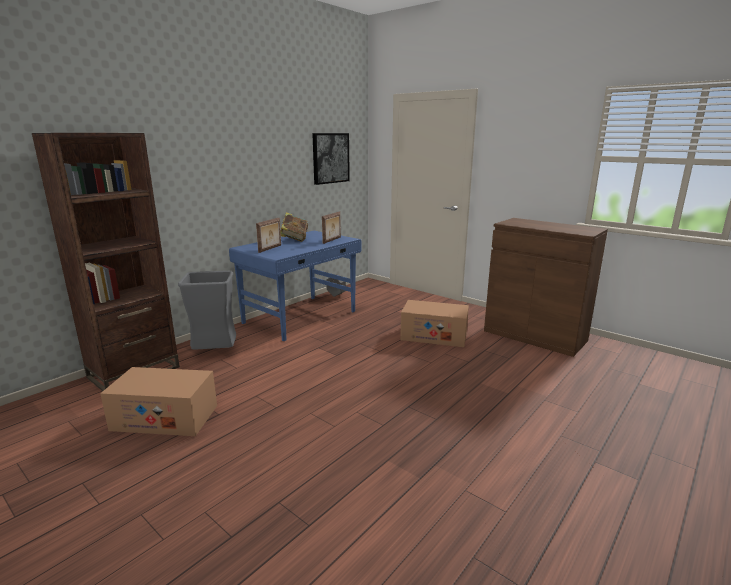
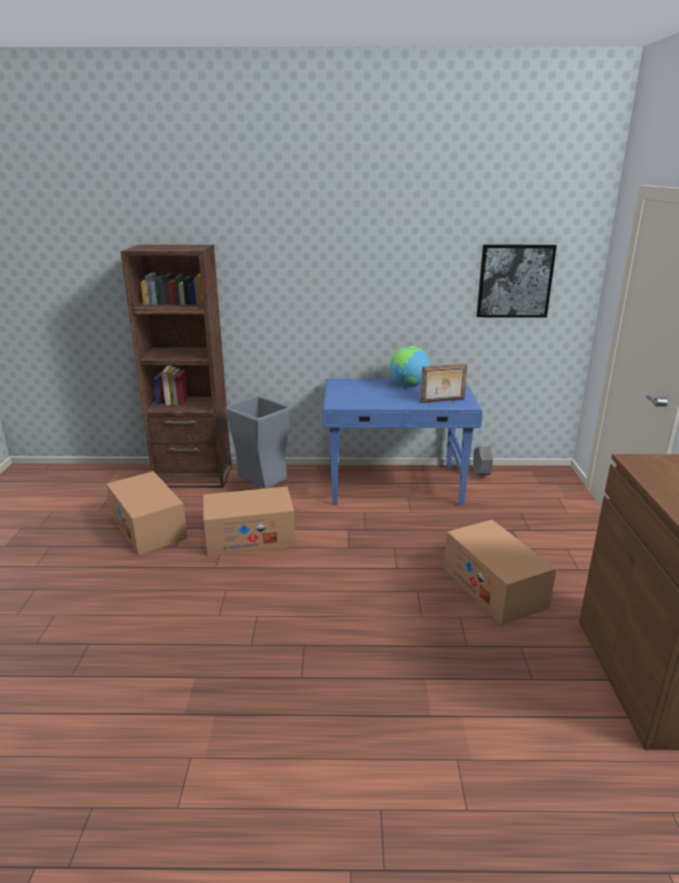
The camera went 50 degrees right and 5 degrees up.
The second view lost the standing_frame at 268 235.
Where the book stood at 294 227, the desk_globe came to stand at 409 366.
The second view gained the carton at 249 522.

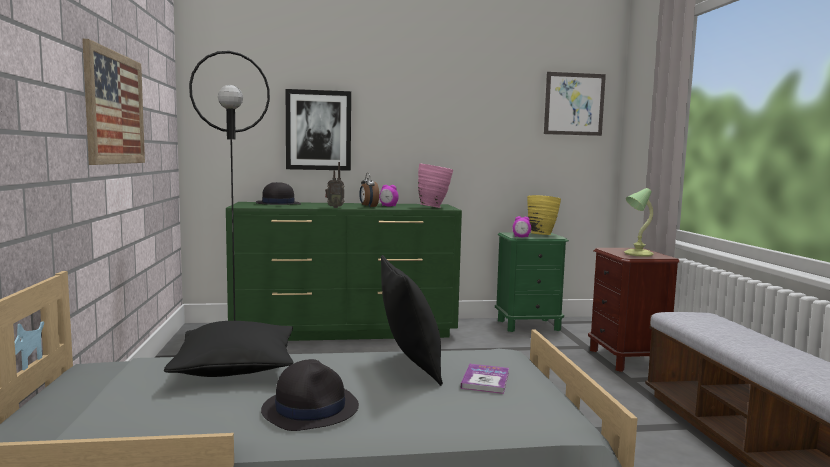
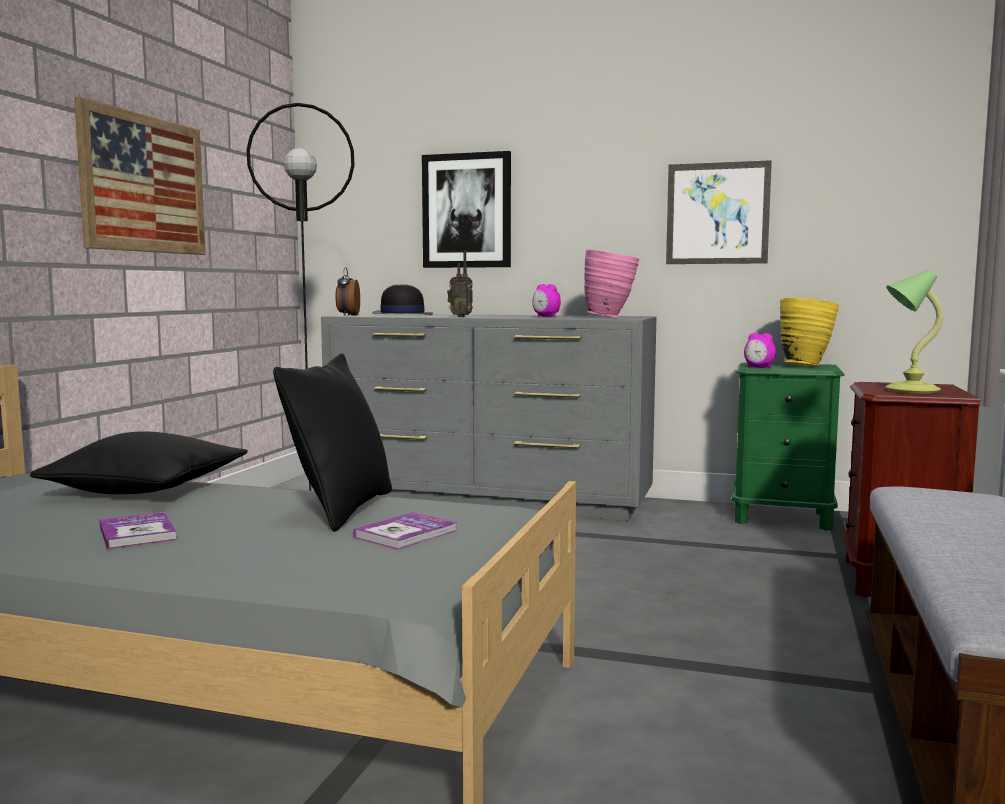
The camera went 25 degrees right and 0 degrees up.
What was the green_drawer_chest at 344 271 turned into the grey_drawer_chest at 489 417.
Where the black-coloured_wearable_hat stood at 310 395, the book came to stand at 138 530.
The bedside_clock ended up elsewhere, having gone from 369 190 to 347 291.
The picture ended up elsewhere, having gone from 575 104 to 719 212.

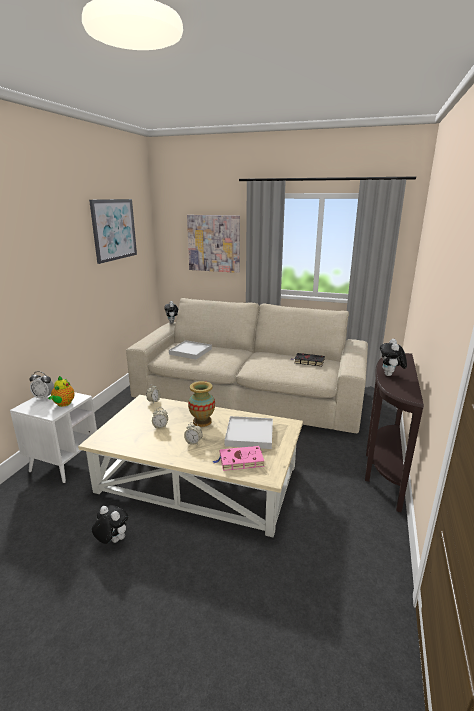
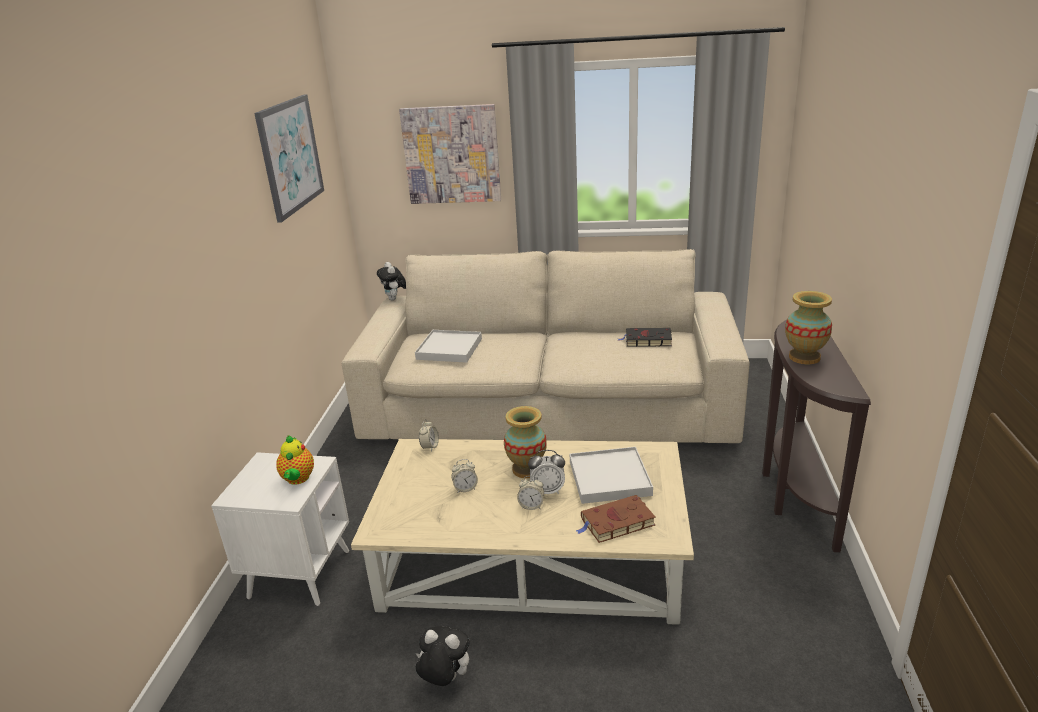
The camera went 10 degrees left and 5 degrees up.
The bedside_clock ended up elsewhere, having gone from 41 385 to 546 472.
What was the pink-coloured_book at 238 458 turned into the brownish_book at 616 519.
Where the plush_toy stood at 393 357, the decorative_vase came to stand at 808 327.

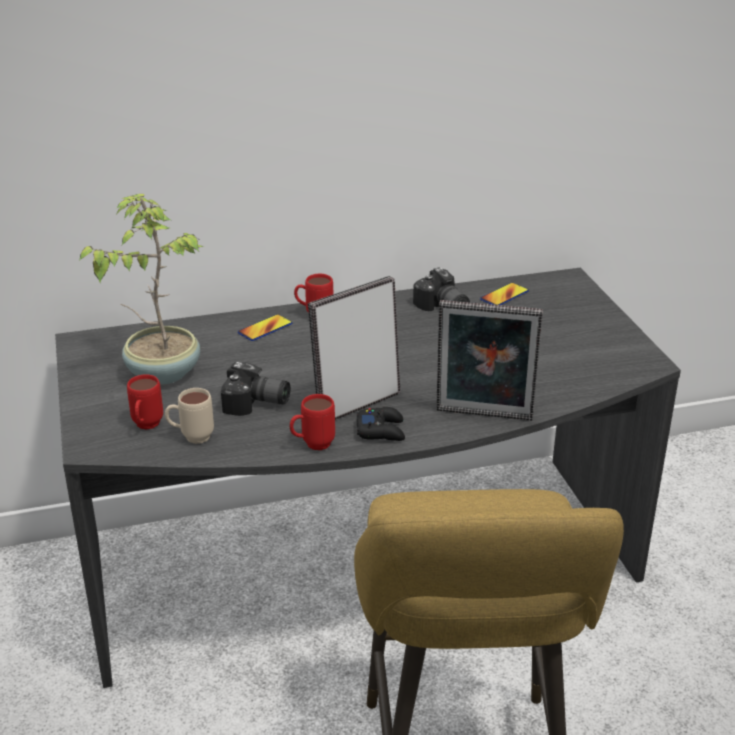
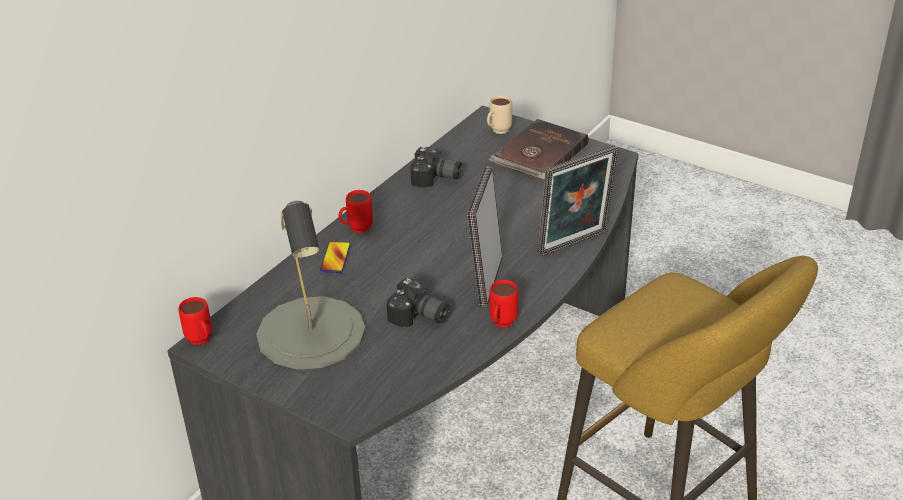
The camera went 40 degrees left and 5 degrees up.
Where the plant_in_a_pot stood at 141 289, the grey_table_lamp came to stand at 310 285.
The reddish_mug ended up elsewhere, having gone from 145 402 to 195 321.
The beige-coloured_mug ended up elsewhere, having gone from 189 416 to 499 114.
The still_camera at 255 389 ended up facing another way, 60 degrees clockwise from before.
The second view lost the black-coloured_gamepad at 381 424.
The second view lost the telephone at 504 293.
The second view gained the brownish_book at 539 150.

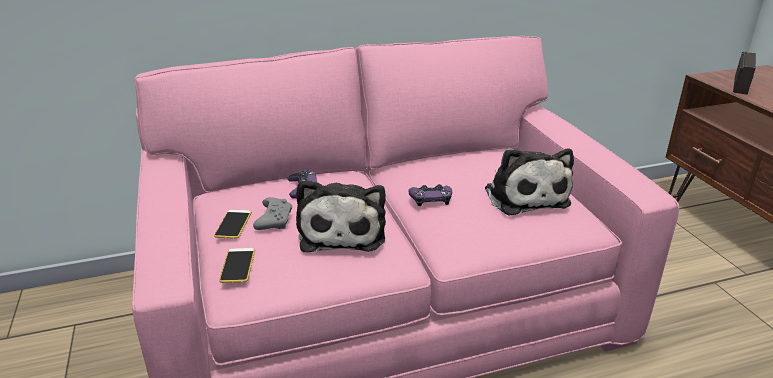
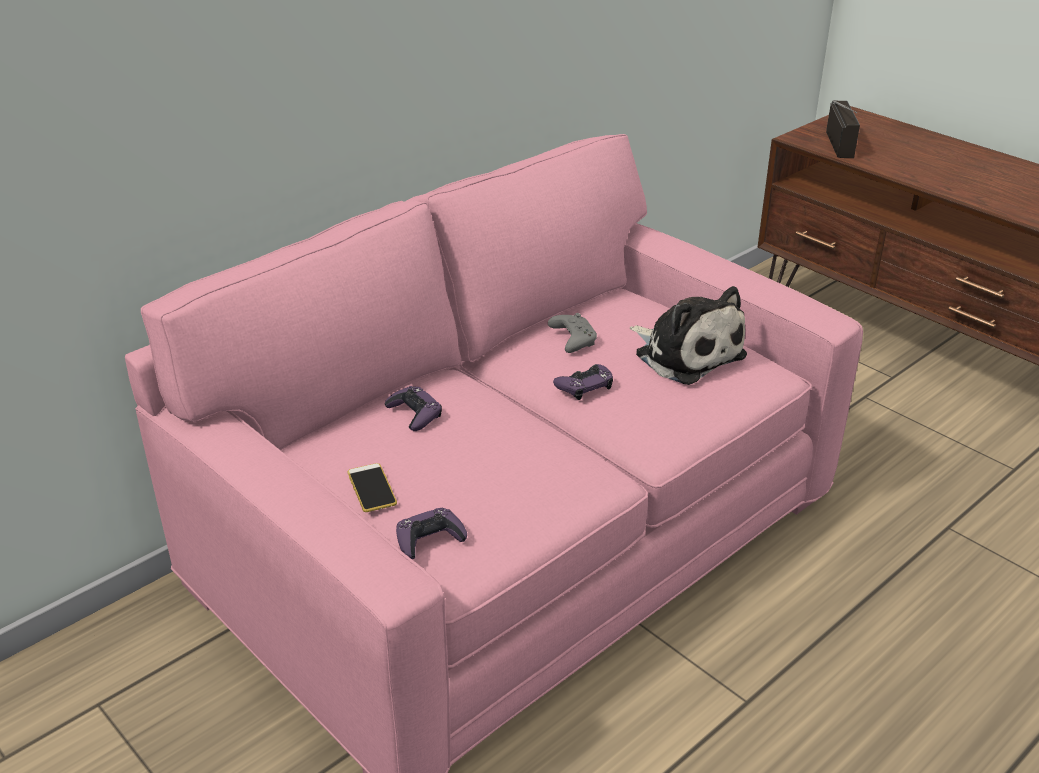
The camera went 25 degrees left and 5 degrees up.
Where the telephone stood at 237 265, the purple-coloured_gamepad came to stand at 431 534.
The grey_gamepad ended up elsewhere, having gone from 272 213 to 572 333.
The second view lost the plush_toy at 341 215.

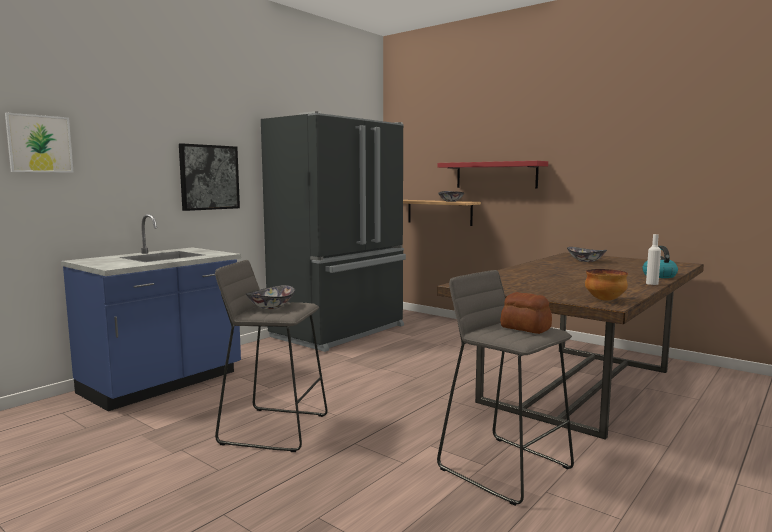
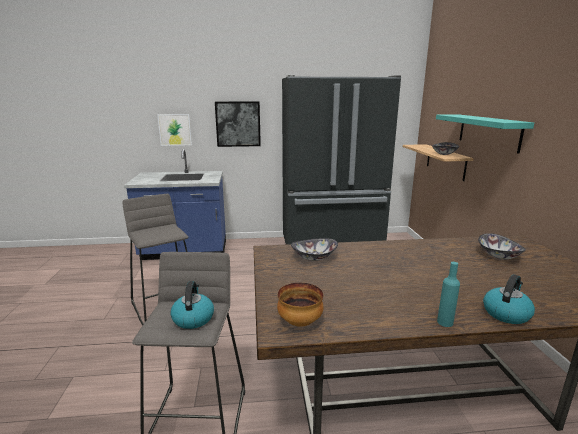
The camera went 45 degrees right and 10 degrees up.
The picture ended up elsewhere, having gone from 39 142 to 174 130.
The serving_bowl ended up elsewhere, having gone from 270 297 to 314 249.
What was the reddish_bracket_shelf at 492 175 turned into the blue-green_bracket_shelf at 485 134.
Where the baked_bread stood at 526 313, the tea_kettle came to stand at 192 305.
What was the whitish_drink_bottle at 653 259 turned into the blue-green_drink_bottle at 448 294.

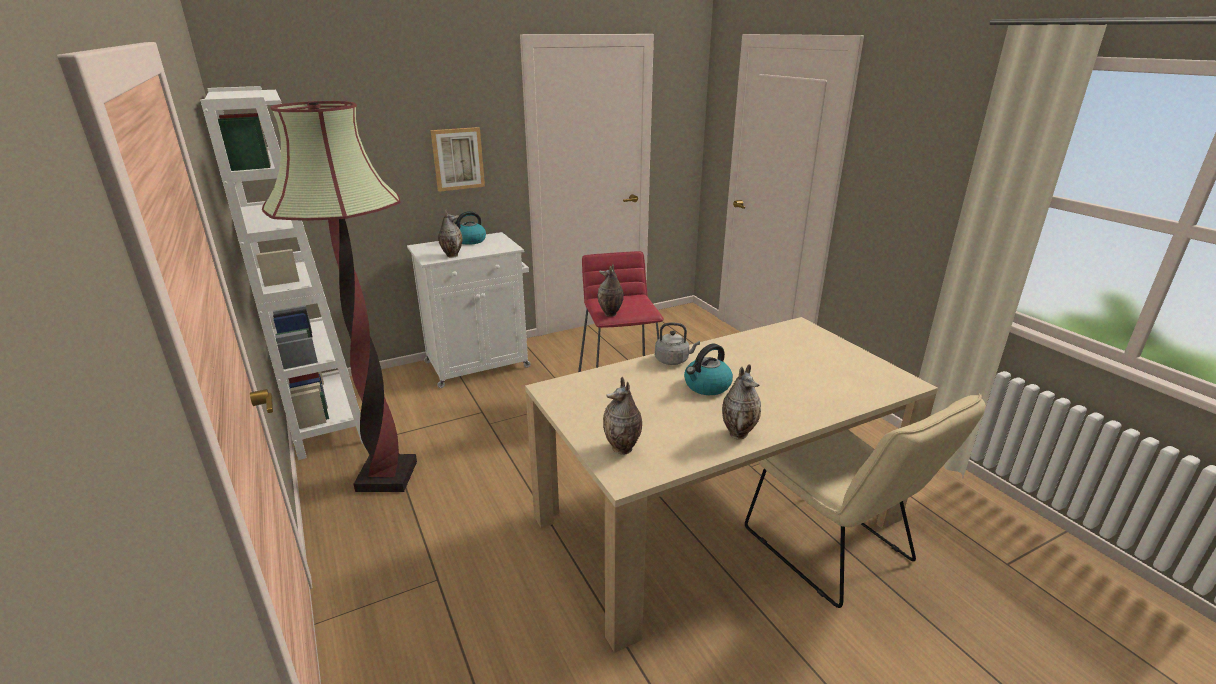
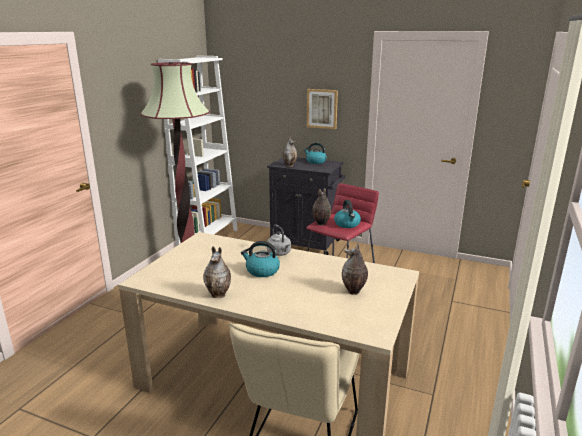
The camera went 50 degrees right and 5 degrees down.
What was the whitish_storage_cabinet at 469 310 turned into the black-coloured_storage_cabinet at 306 206.
The decorative_vase ended up elsewhere, having gone from 622 416 to 355 269.
The second view gained the tea_kettle at 347 214.

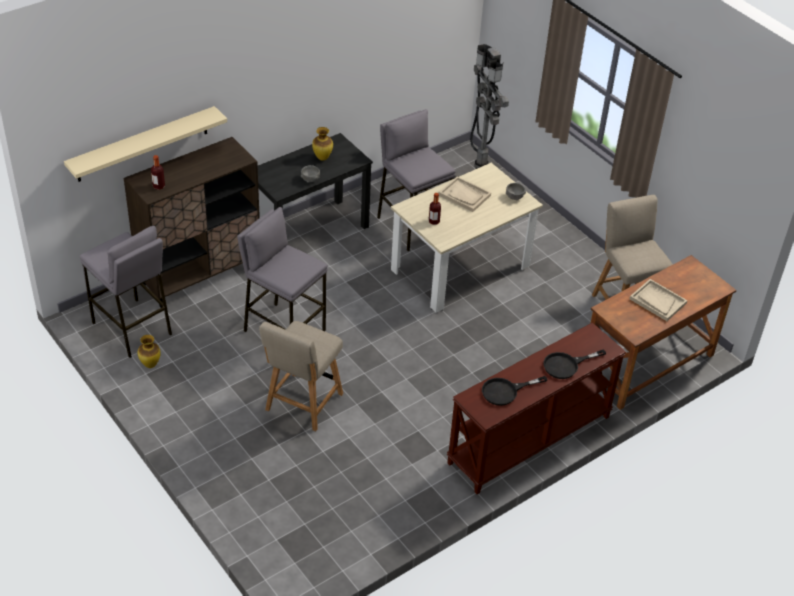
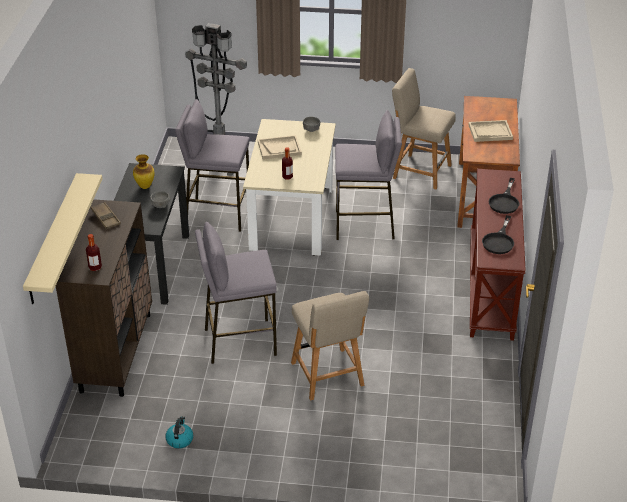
The camera went 45 degrees left and 5 degrees down.
The grey_sitting_stool ended up elsewhere, having gone from 126 292 to 368 175.
Where the decorative_vase stood at 149 351, the tea_kettle came to stand at 179 432.
The second view gained the brownish_serving_tray at 106 215.

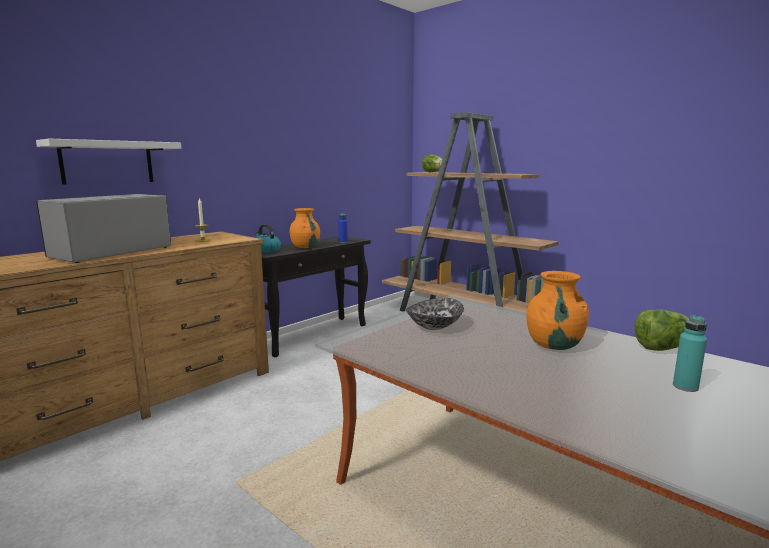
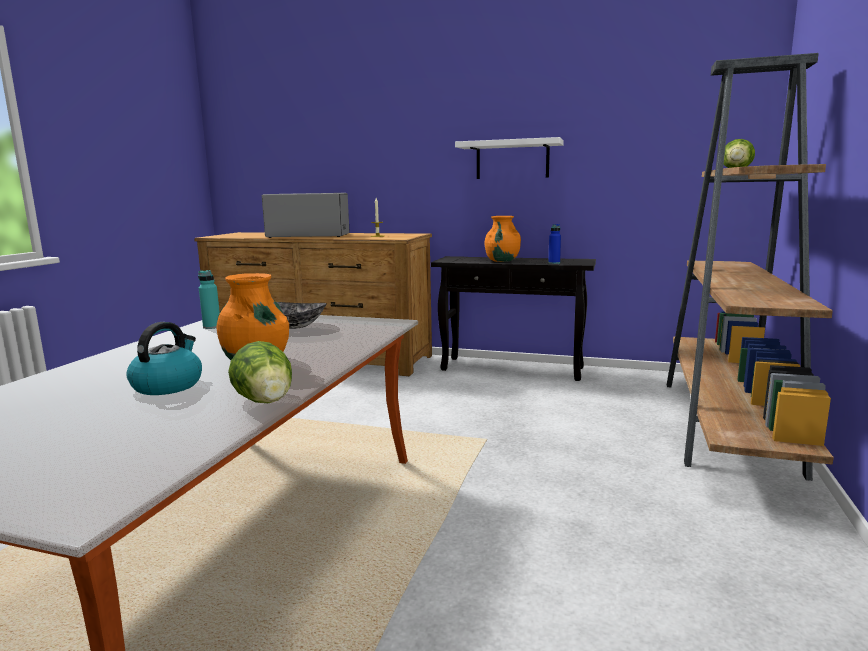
The camera went 65 degrees right and 0 degrees up.
The whitish_bracket_shelf ended up elsewhere, having gone from 108 162 to 509 158.
The tea_kettle ended up elsewhere, having gone from 268 238 to 164 358.
The blue-green_drink_bottle ended up elsewhere, having gone from 690 353 to 209 299.

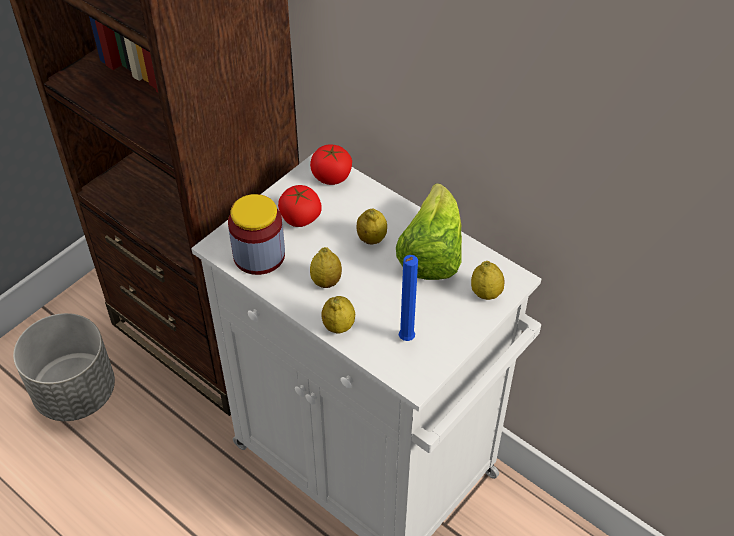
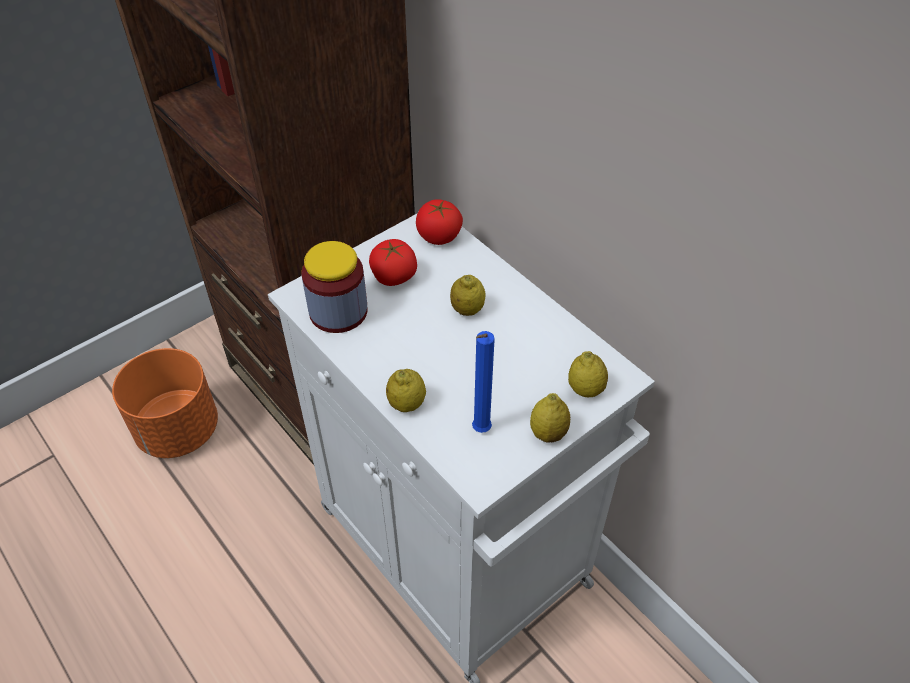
The camera went 10 degrees right and 0 degrees up.
What was the grey_planter at 64 367 turned into the orange-coloured_planter at 165 403.
The citrus_fruit ended up elsewhere, having gone from 326 267 to 550 417.
The second view lost the lettuce at 429 231.

